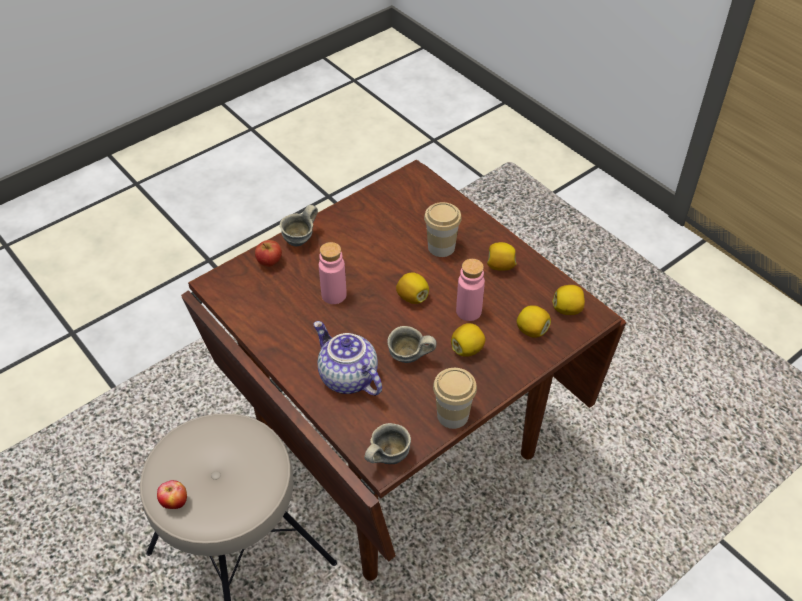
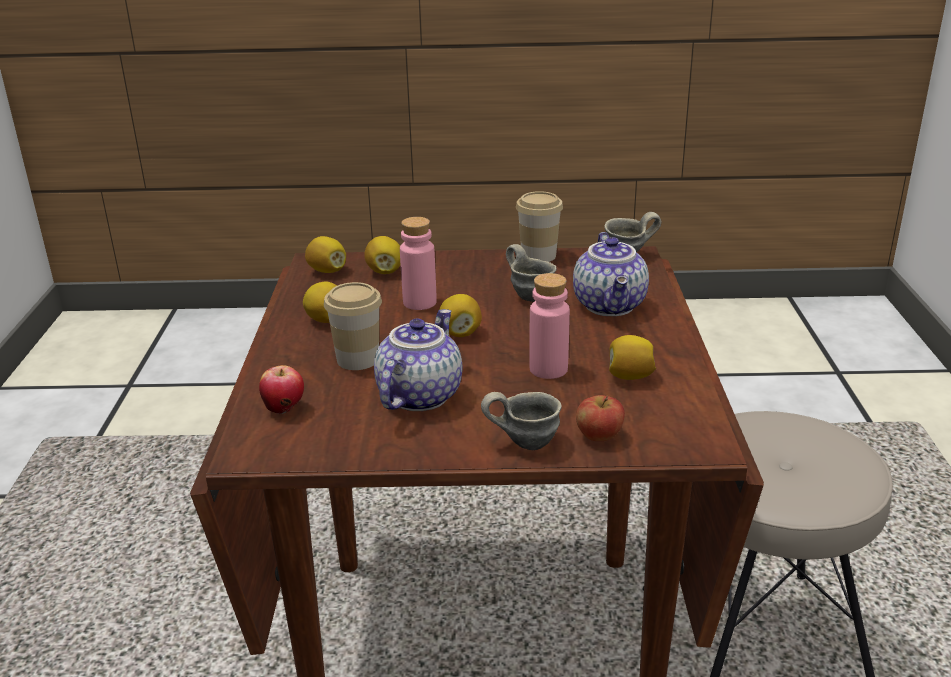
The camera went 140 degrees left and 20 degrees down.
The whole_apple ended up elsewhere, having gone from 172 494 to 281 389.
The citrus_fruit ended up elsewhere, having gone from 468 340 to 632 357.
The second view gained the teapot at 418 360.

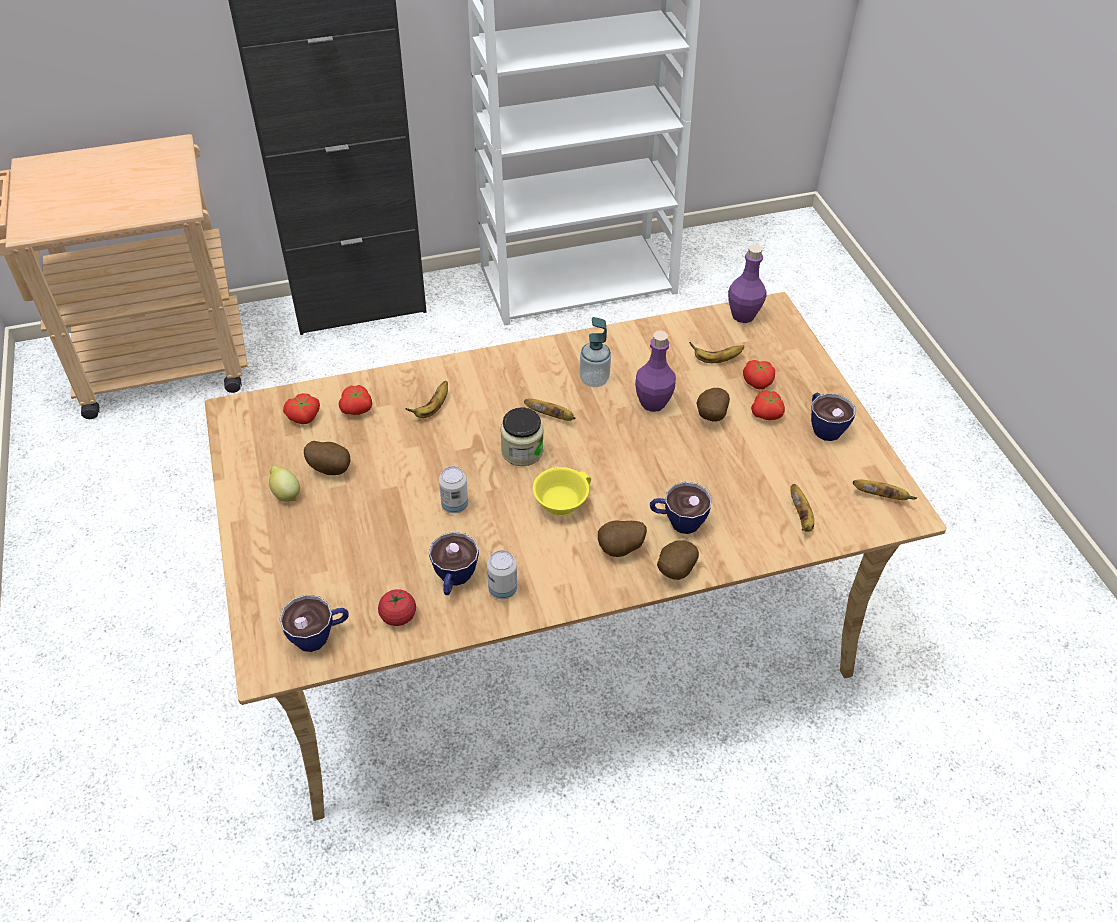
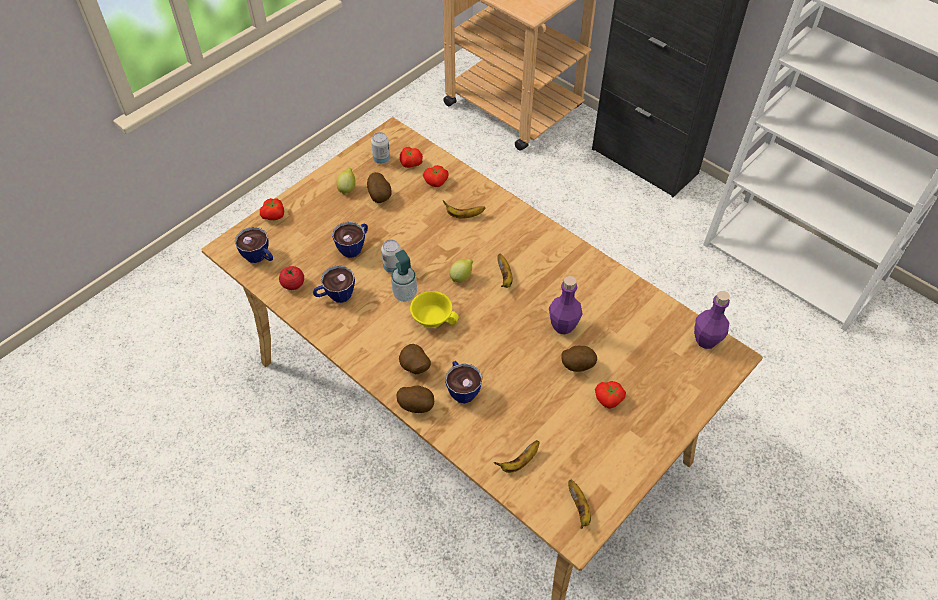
The camera went 60 degrees right and 5 degrees up.
The sealed_can ended up elsewhere, having gone from 502 574 to 380 148.
Where the preserve_jar stood at 522 436, the citrus_fruit came to stand at 461 270.
The liquid_soap_bottle ended up elsewhere, having gone from 595 352 to 404 276.
The second view lost the whole_banana at 716 352.
The tomato ended up elsewhere, having gone from 759 374 to 272 209.
The cup ended up elsewhere, having gone from 833 416 to 350 240.

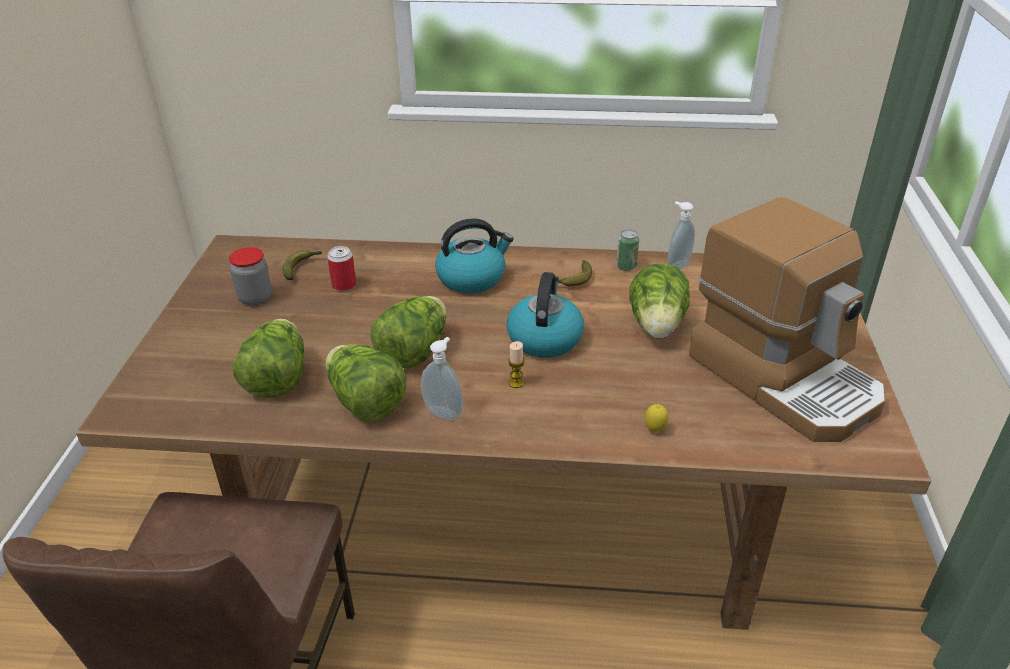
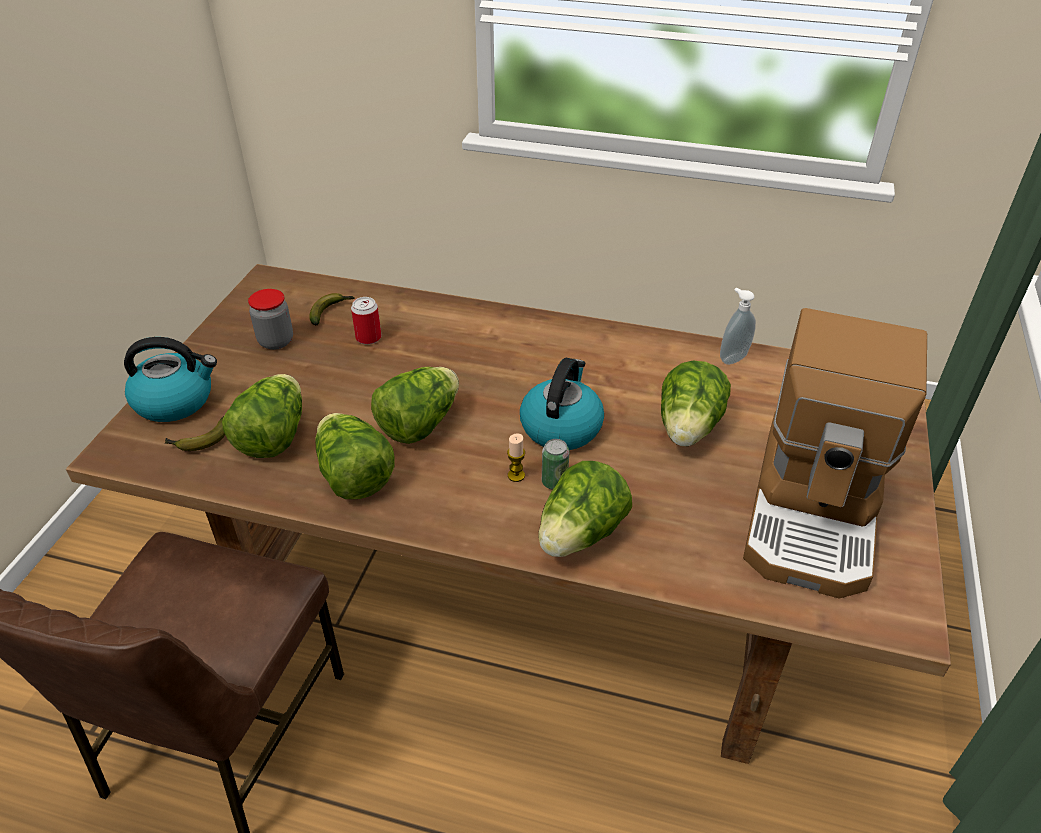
The camera went 10 degrees right and 5 degrees up.
The second view lost the liquid_soap_bottle at 442 378.
The tea_kettle ended up elsewhere, having gone from 474 255 to 170 379.
The whole_banana ended up elsewhere, having gone from 574 273 to 195 433.
The sealed_can ended up elsewhere, having gone from 627 250 to 555 464.
The second view lost the citrus_fruit at 656 418.
The coffee_maker at 787 319 ended up facing another way, 45 degrees clockwise from before.
The second view gained the lettuce at 585 509.

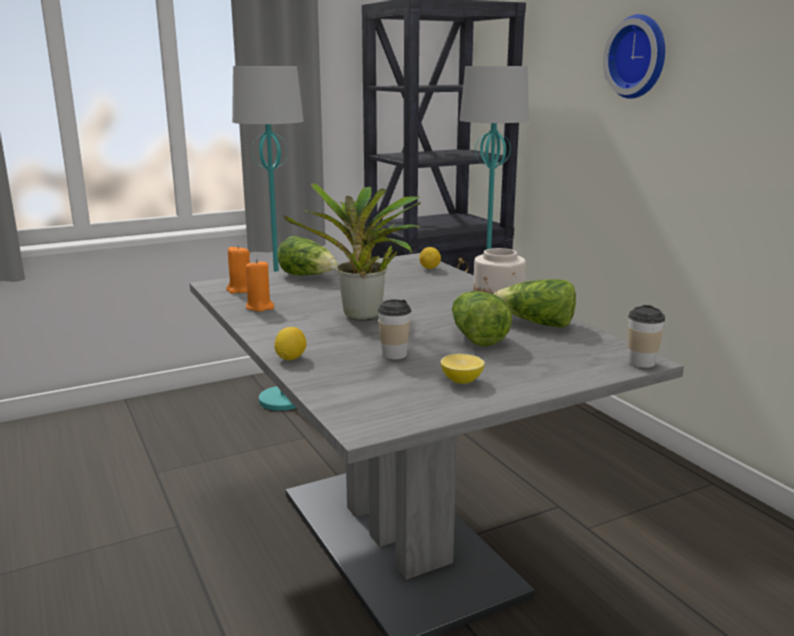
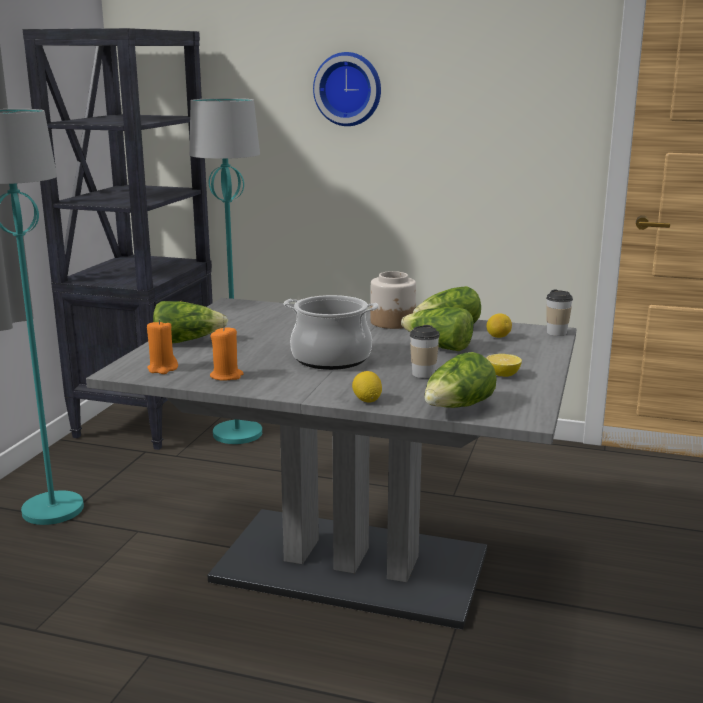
The camera went 45 degrees left and 0 degrees up.
Where the plant_in_a_pot stood at 352 252, the saucepot came to stand at 331 332.
The citrus_fruit ended up elsewhere, having gone from 430 258 to 499 325.
The second view gained the lettuce at 460 380.

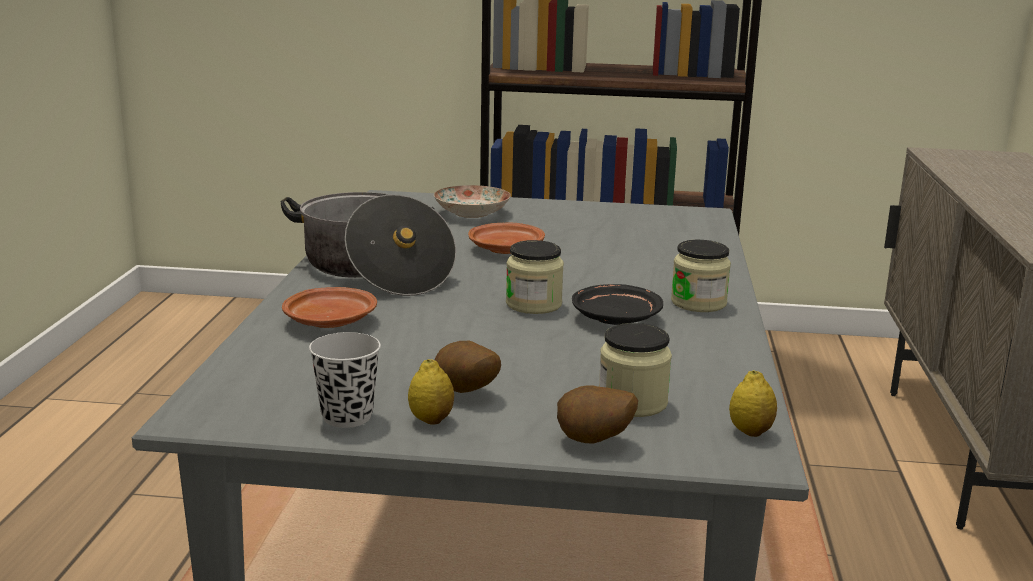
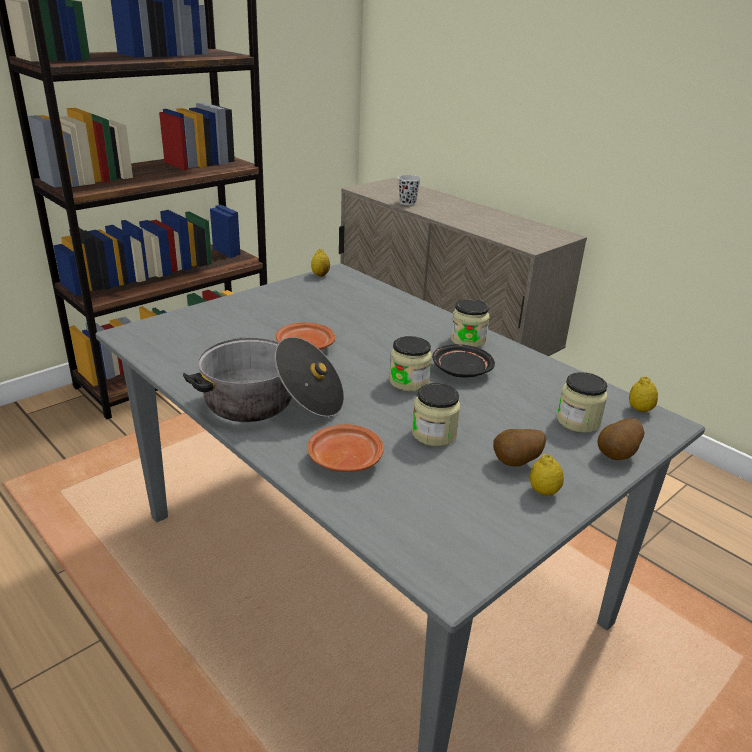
The camera went 50 degrees left and 10 degrees up.
The black-coloured_cup ended up elsewhere, having gone from 345 380 to 409 190.
The second view lost the flat_dish at 472 201.
The second view gained the citrus_fruit at 320 263.
The second view gained the preserve_jar at 436 414.

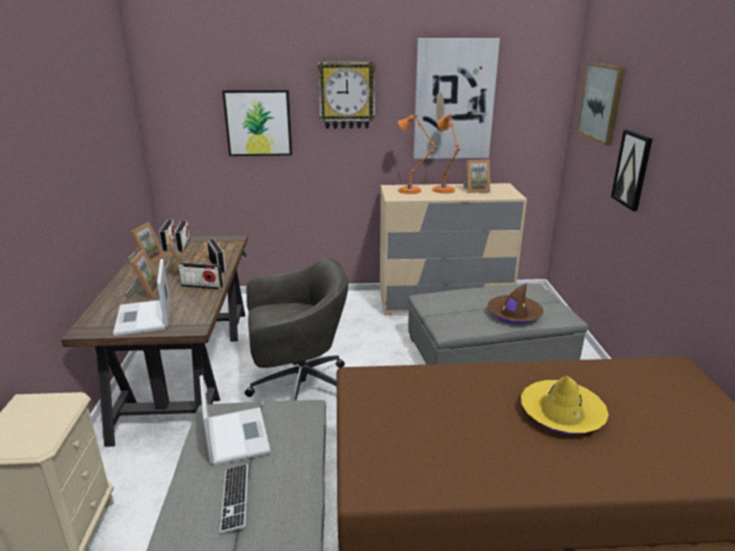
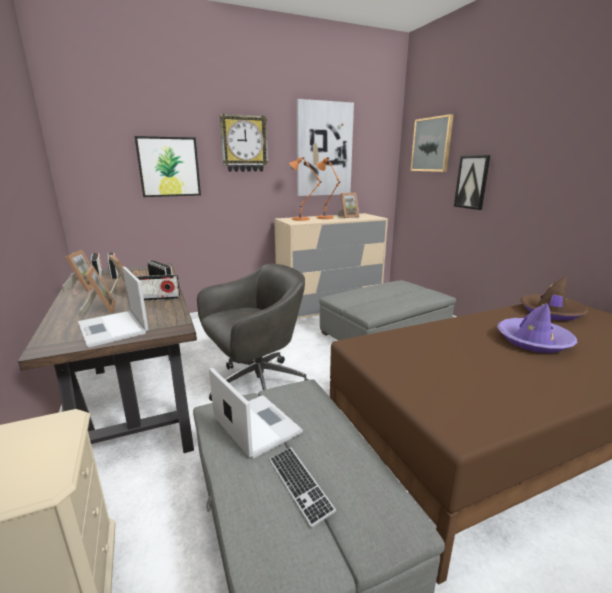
The camera went 20 degrees left and 5 degrees down.
The brownish_wearable_hat ended up elsewhere, having gone from 515 303 to 554 298.
What was the yellow_wearable_hat at 565 405 turned into the purple-coloured_wearable_hat at 537 328.

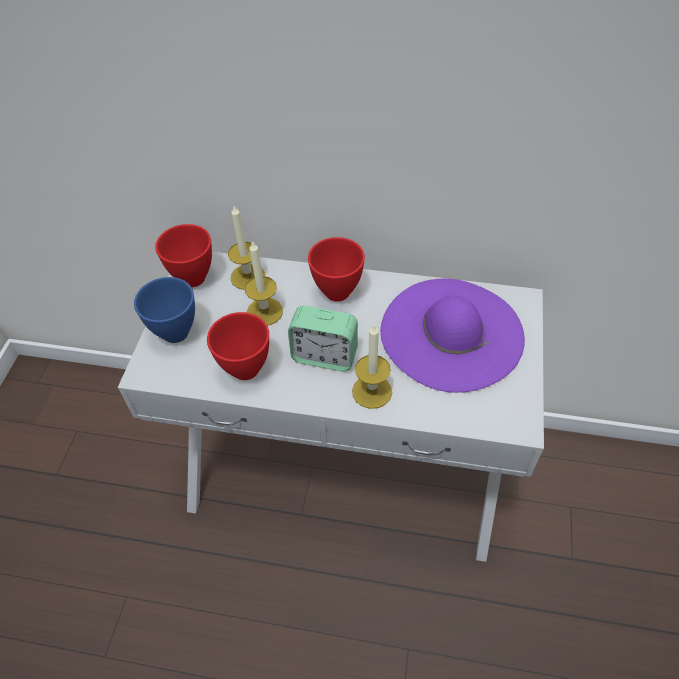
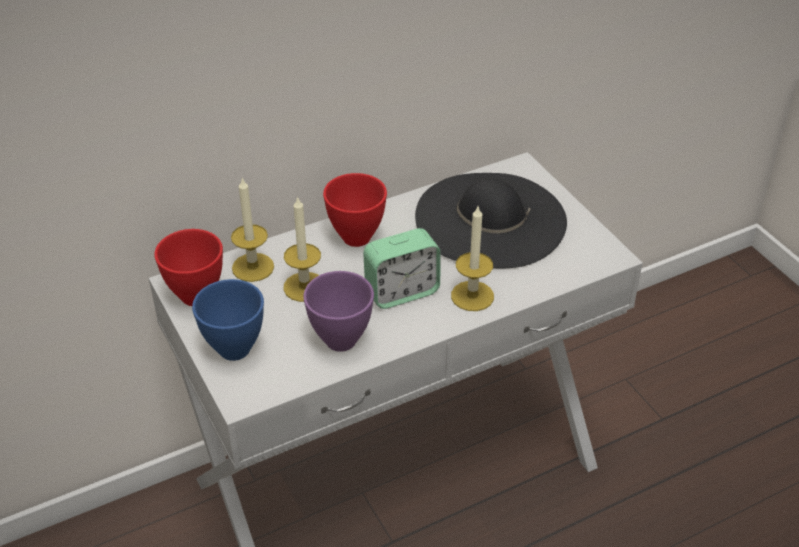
The camera went 40 degrees left and 10 degrees down.
What was the reddish_serving_bowl at 238 346 turned into the purple-coloured_serving_bowl at 338 311.
What was the purple-coloured_wearable_hat at 452 336 turned into the black-coloured_wearable_hat at 491 220.

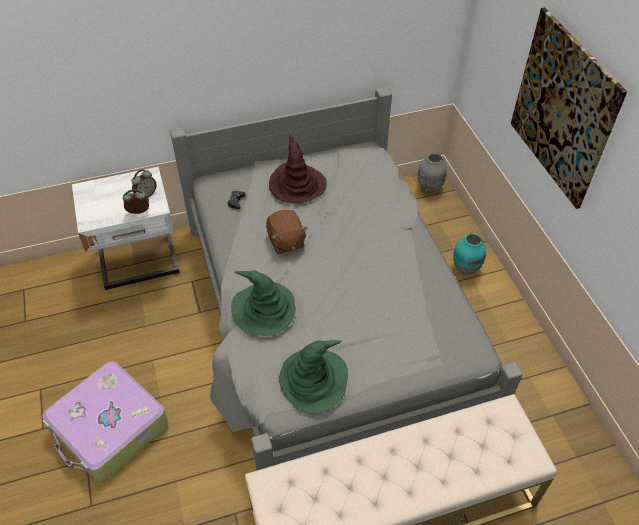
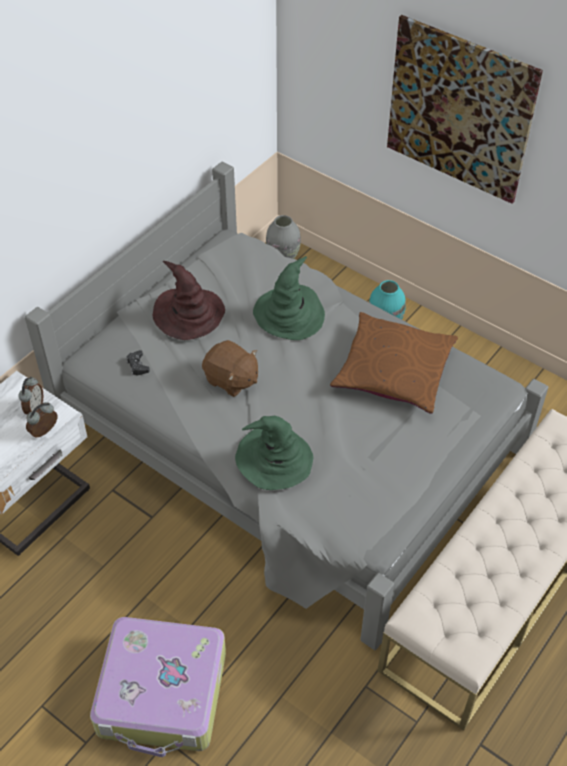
The camera went 35 degrees left and 0 degrees up.
The green_wearable_hat ended up elsewhere, having gone from 313 377 to 289 298.
The second view gained the brownish_cushion at 394 363.

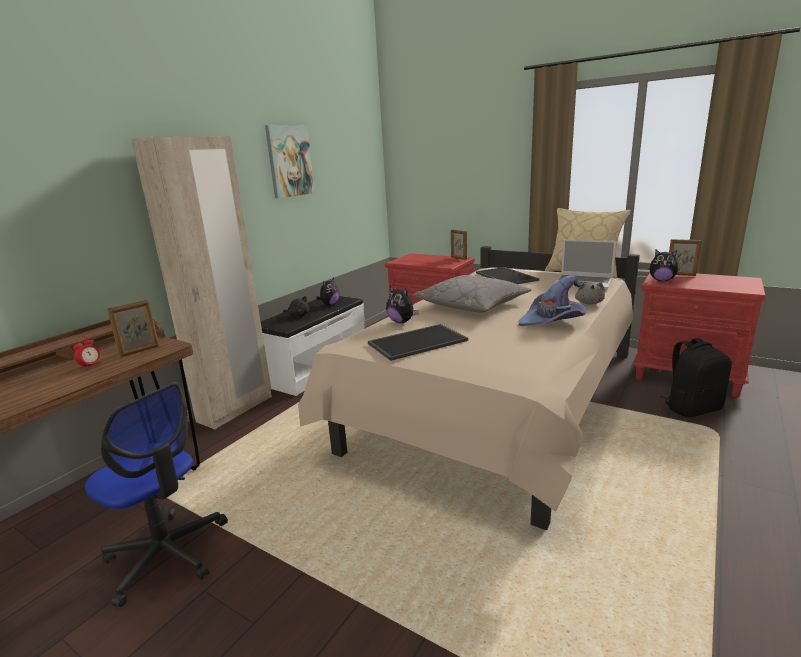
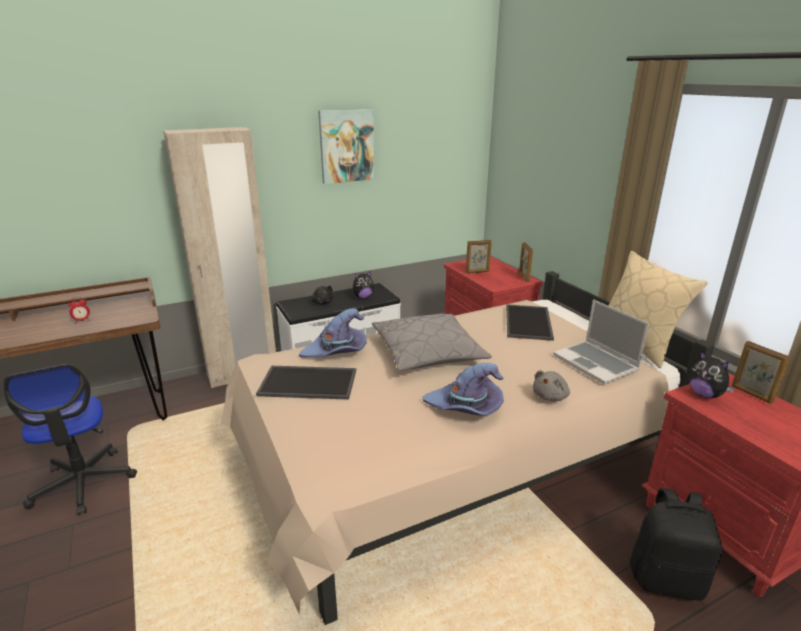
The camera went 30 degrees right and 5 degrees up.
The standing_frame ended up elsewhere, having gone from 133 328 to 479 256.
Where the plush_toy stood at 402 304, the purple-coloured_wearable_hat came to stand at 332 333.

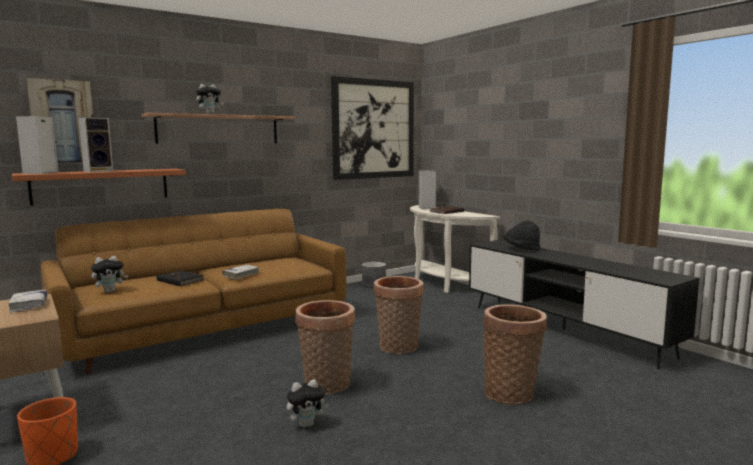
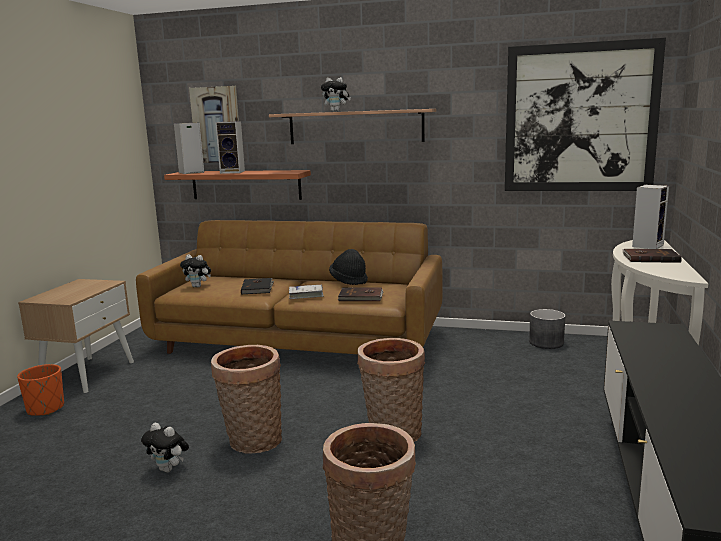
The camera went 50 degrees right and 5 degrees up.
The second view lost the whitish_book at 27 301.
The black-coloured_wearable_hat ended up elsewhere, having gone from 522 235 to 348 267.
The second view gained the brownish_book at 361 294.

